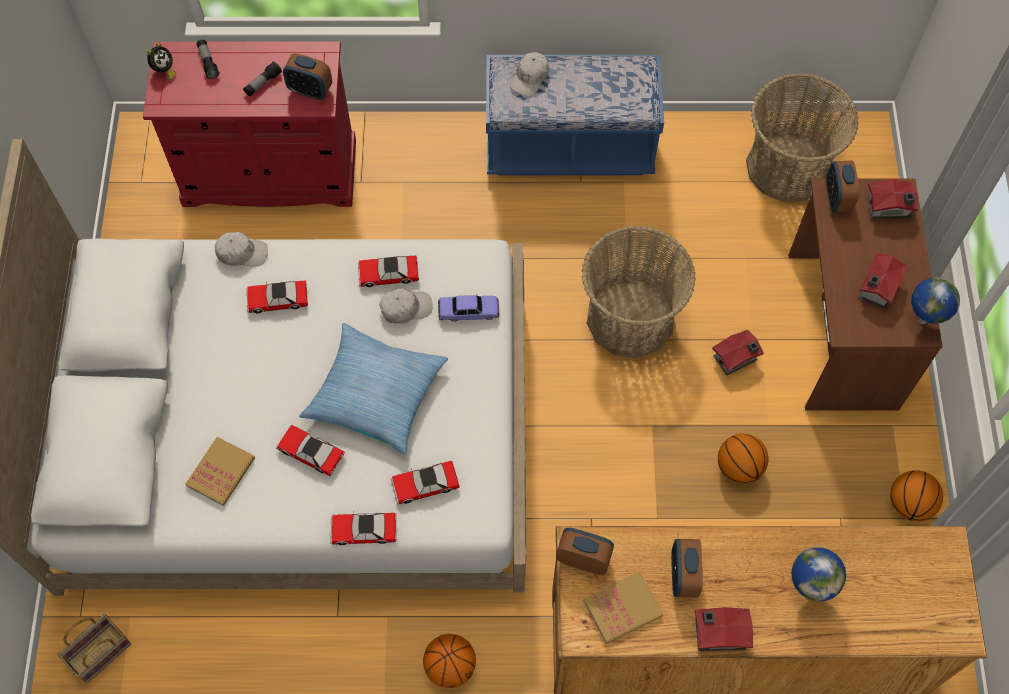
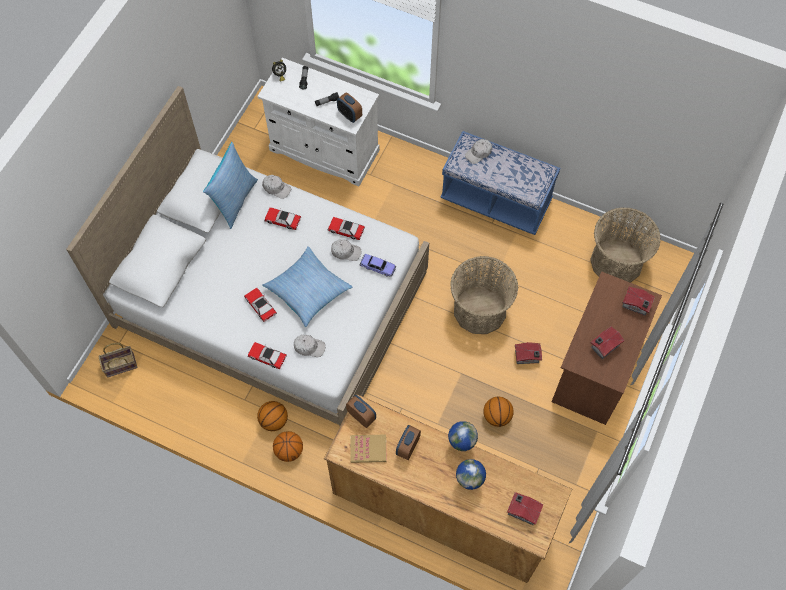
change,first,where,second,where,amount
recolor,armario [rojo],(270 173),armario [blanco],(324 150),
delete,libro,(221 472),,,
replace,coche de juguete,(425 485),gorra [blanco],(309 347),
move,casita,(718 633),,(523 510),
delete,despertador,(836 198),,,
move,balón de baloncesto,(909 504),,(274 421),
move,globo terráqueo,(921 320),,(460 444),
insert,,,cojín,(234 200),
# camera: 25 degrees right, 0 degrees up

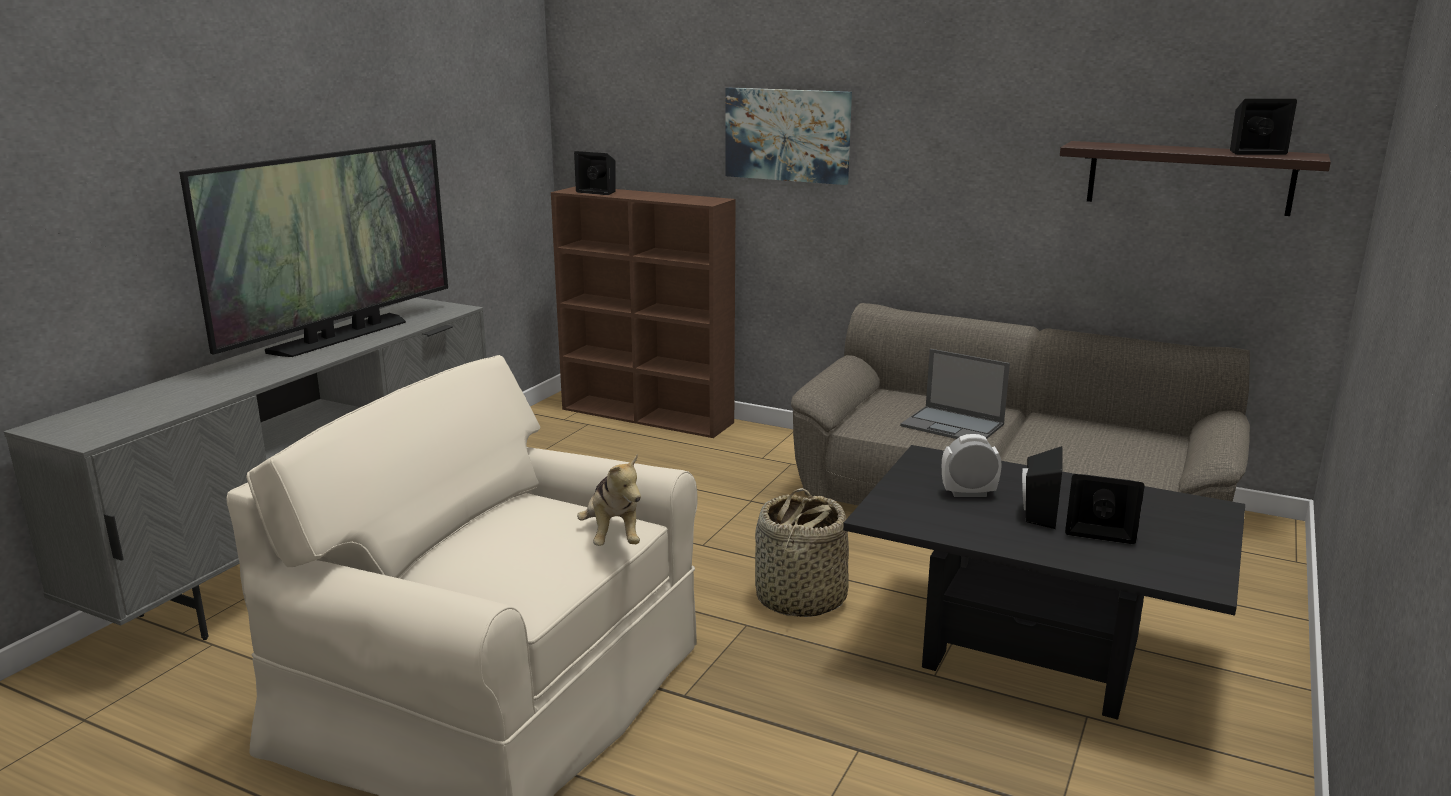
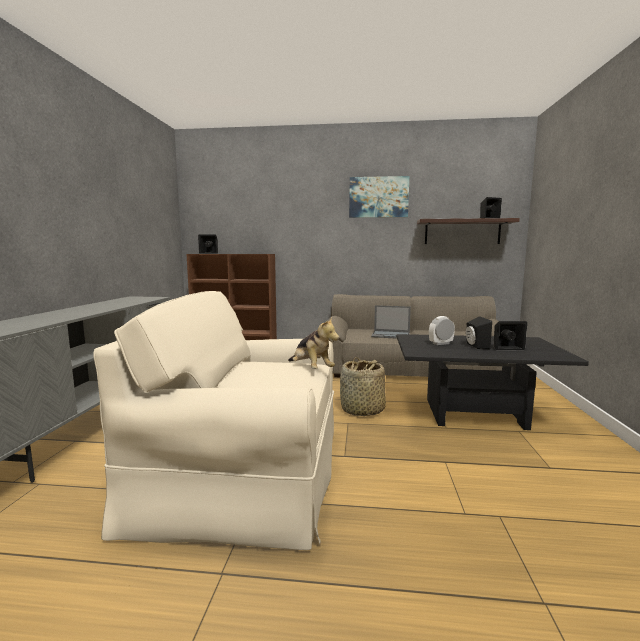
change,first,where,second,where,amount
delete,televisor,(341 336),,,
move,cuadro,(787 135),,(378 197),
# camera: 20 degrees left, 10 degrees down

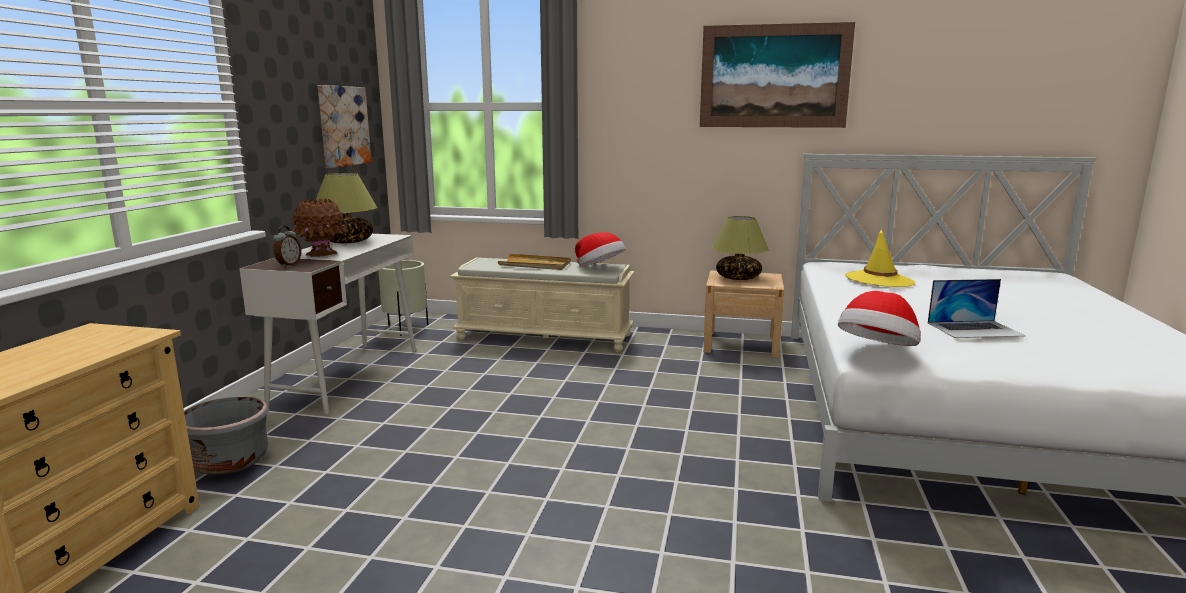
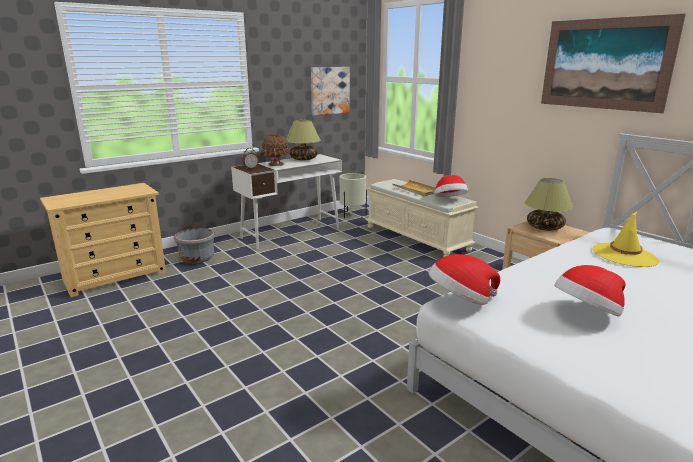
change,first,where,second,where,amount
replace,portátil,(975 329),sombrero,(587 313),
# camera: 40 degrees right, 5 degrees up

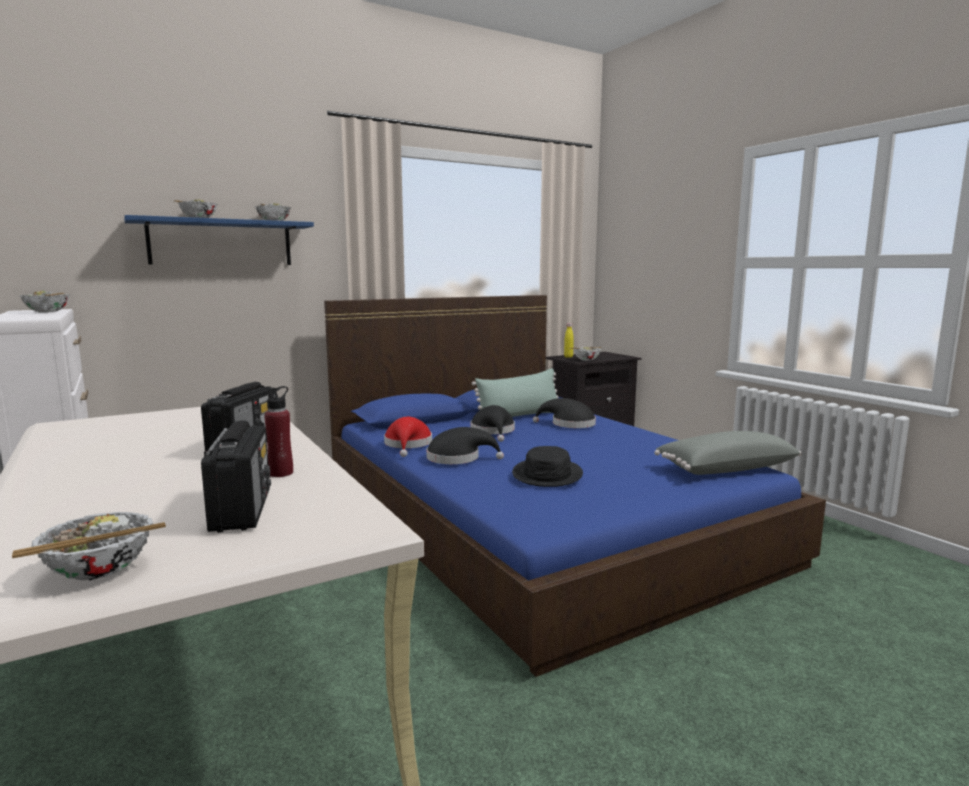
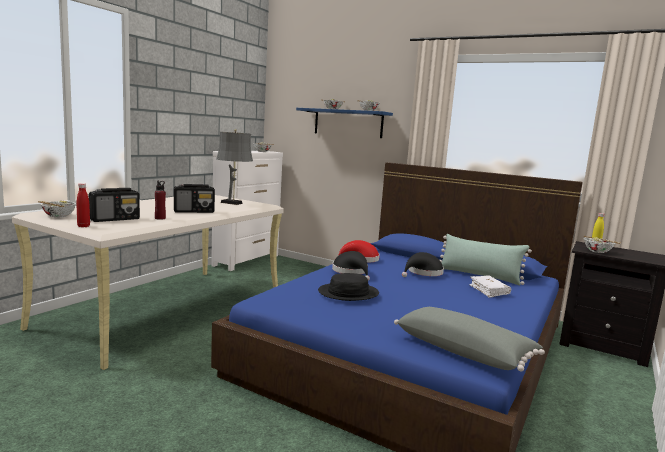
change,first,where,second,where,amount
replace,sombrero [negro],(569 424),libro [blanco],(489 291),
insert,,,botella [rojo],(83 226),
insert,,,lámpara de mesa [gris],(233 203),
# camera: 60 degrees right, 0 degrees up

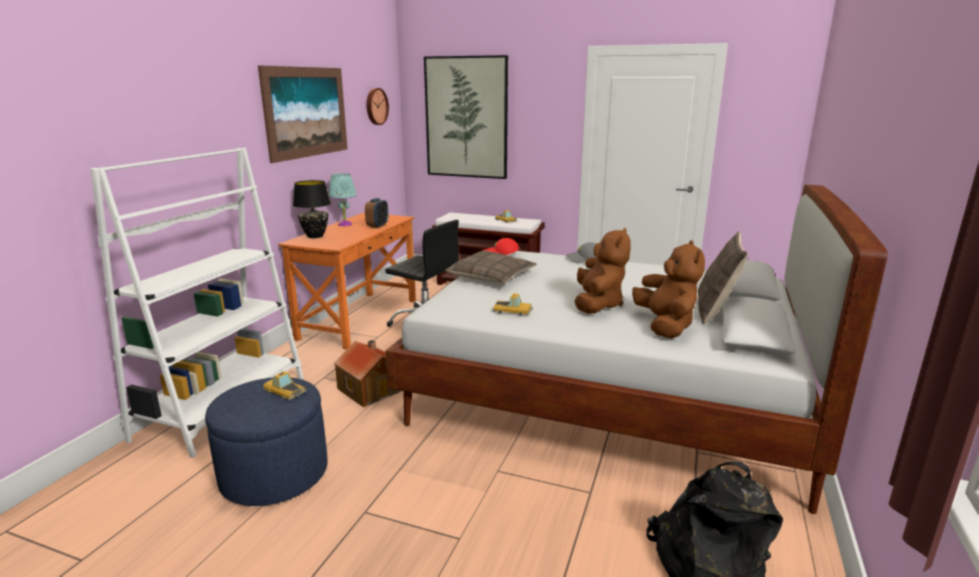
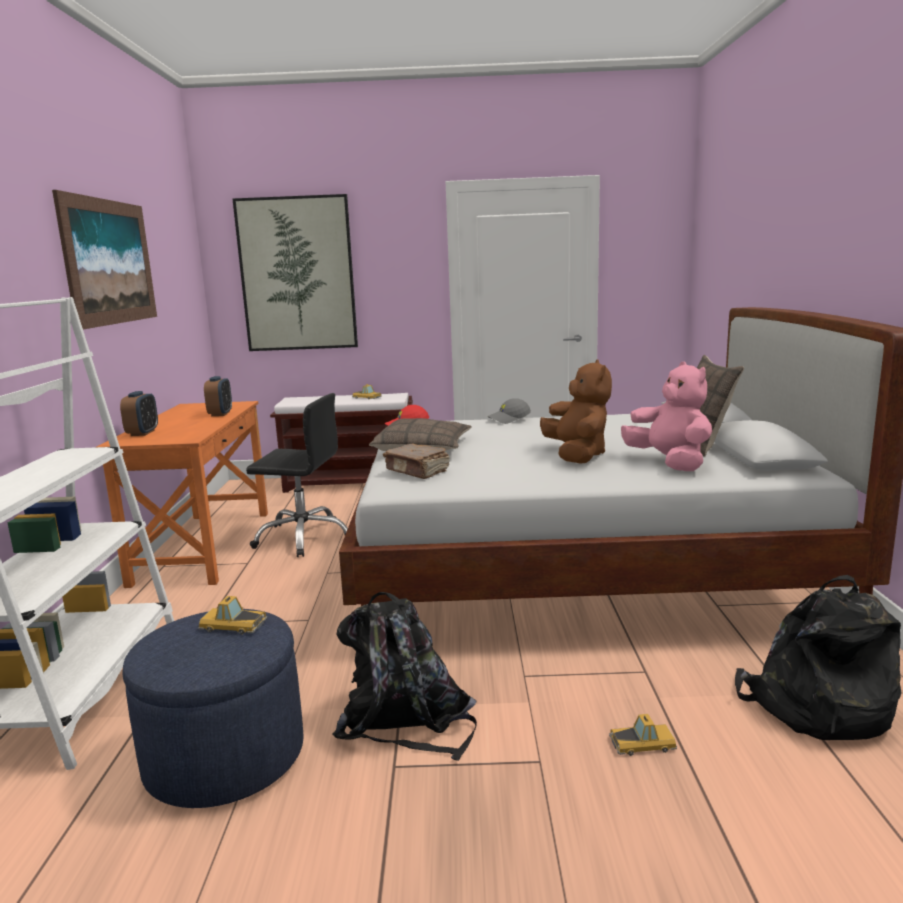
change,first,where,second,where,amount
replace,lámpara de mesa [negro],(315 236),despertador,(142 433),
delete,lámpara de mesa [turquesa],(344 224),,,
delete,casita,(371 388),,,
delete,reloj de pared,(375 106),,,
move,coche de juguete,(513 311),,(643 743),
recolor,peluche [marrón],(665 326),peluche [rosa],(669 463),
insert,,,mochila [negro],(406 720),
insert,,,libro [marrón],(417 471),
# camera: 20 degrees left, 5 degrees down

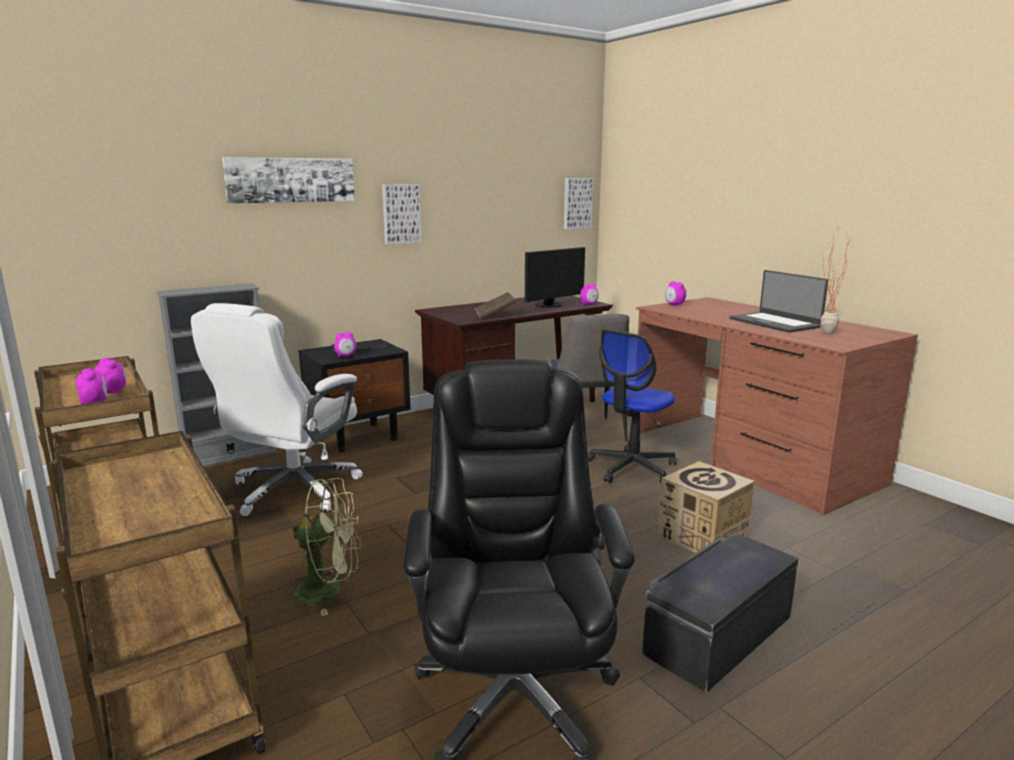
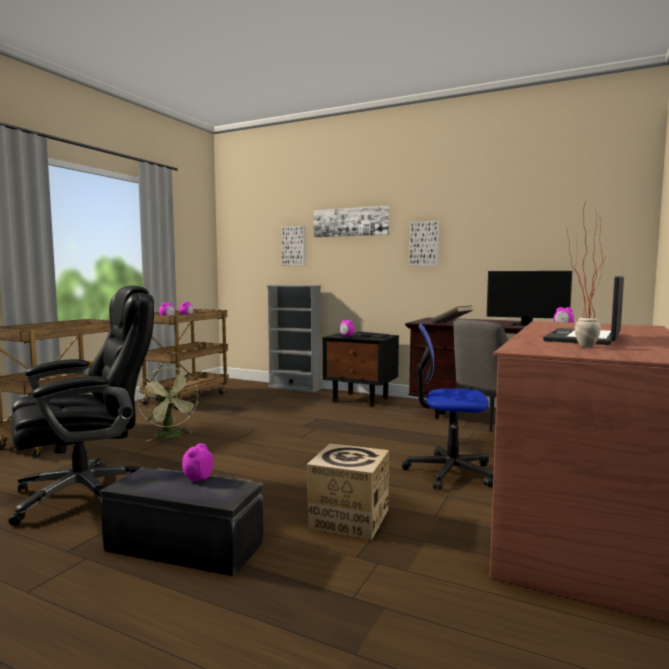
change,first,where,second,where,amount
delete,silla de oficina [blanco],(292 490),,,
move,cuadro,(576 203),,(294 246),
move,despertador,(674 305),,(197 479),
# camera: 60 degrees right, 10 degrees down

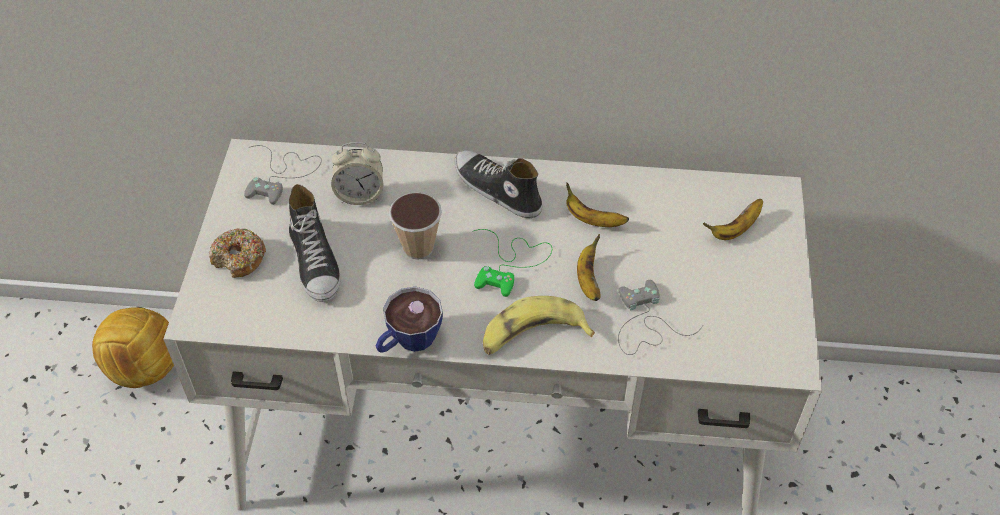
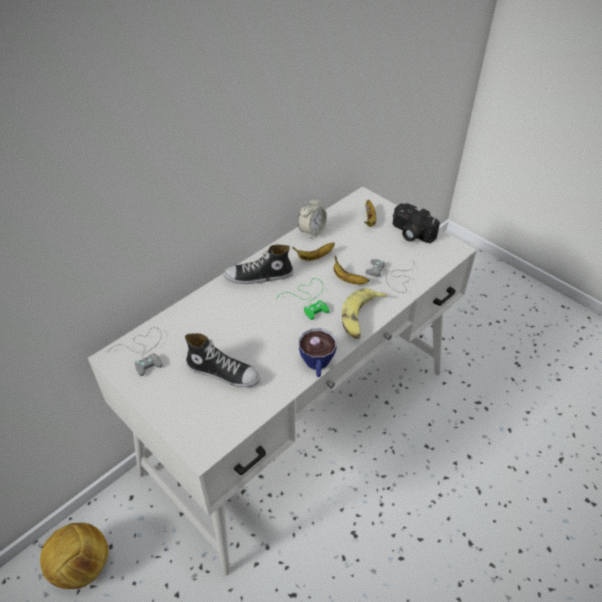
change,first,where,second,where,amount
delete,rosquilla,(239 259),,,
move,despertador,(360 195),,(312 231),
delete,taza,(418 248),,,
insert,,,cámara,(410 233),
# camera: 50 degrees left, 5 degrees down

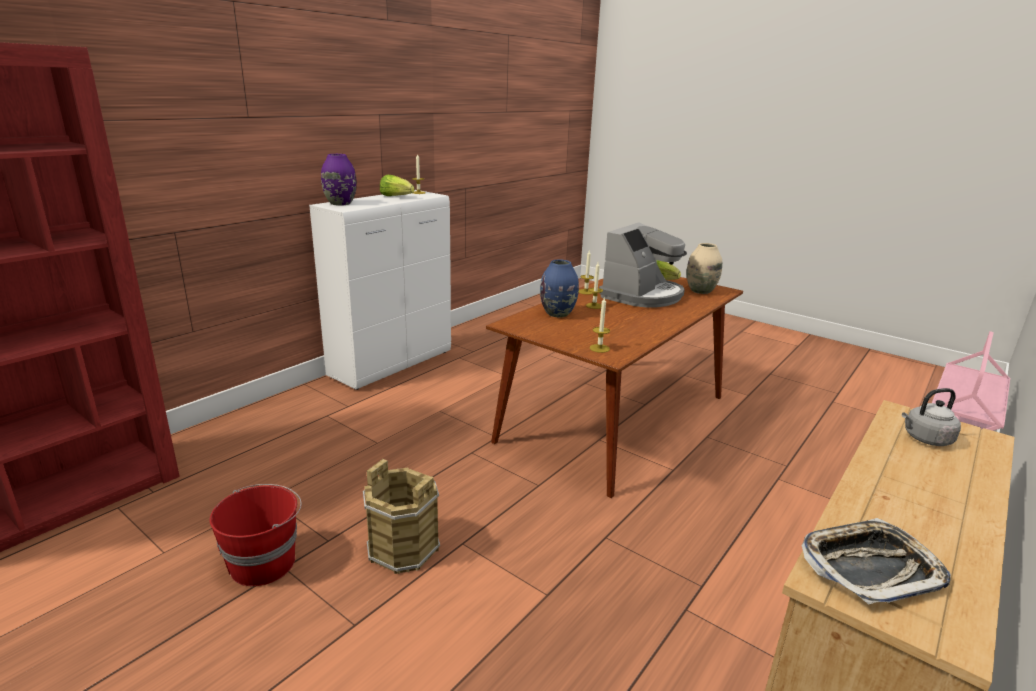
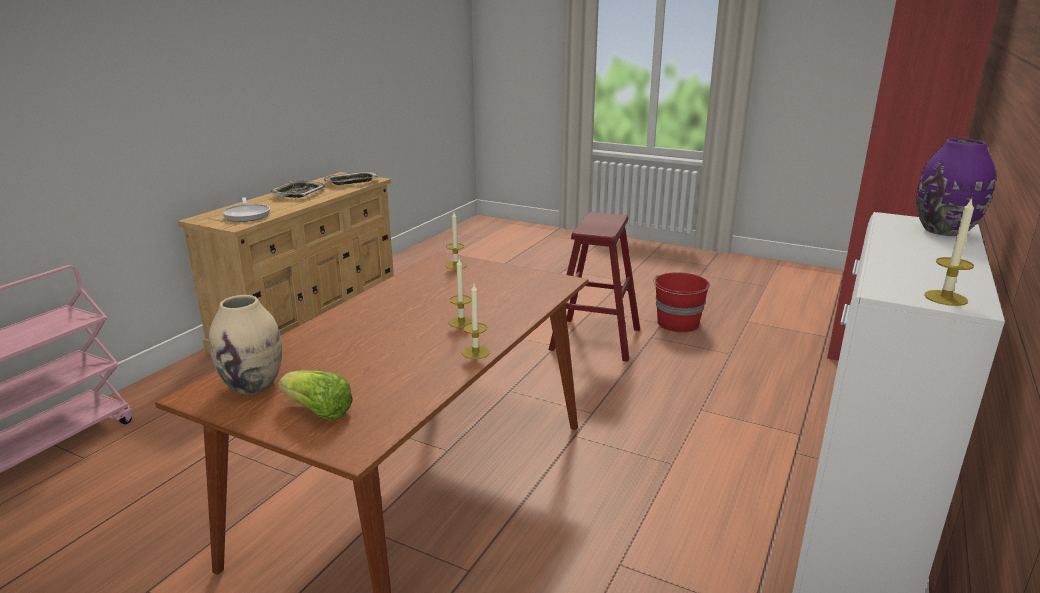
change,first,where,second,where,amount
replace,cubo [marrón],(403 548),taburete [rojo],(595 339),
delete,lechuga,(396 197),,,
delete,florero [azul],(558 313),,,
delete,cafetera,(642 295),,,
replace,hervidor [gris],(925 439),sartén,(247 215),
insert,,,bandeja,(298 193),
# camera: 170 degrees right, 0 degrees up

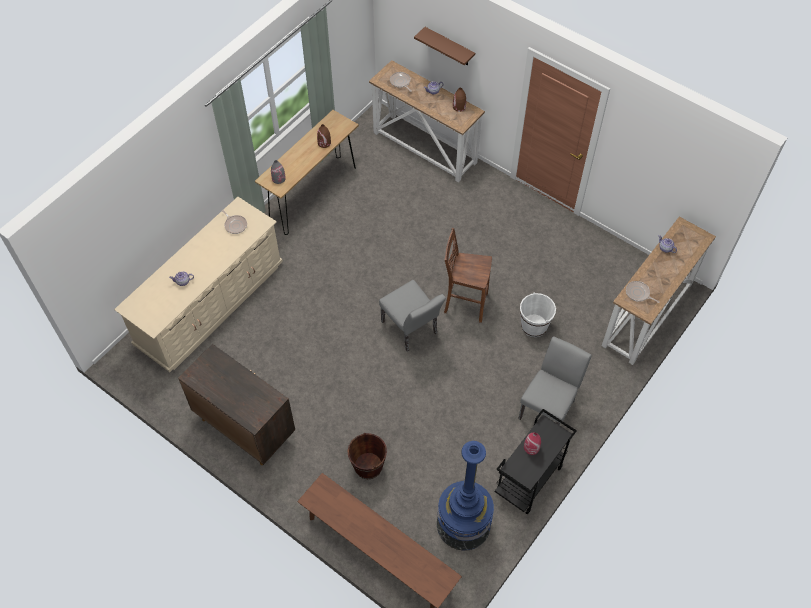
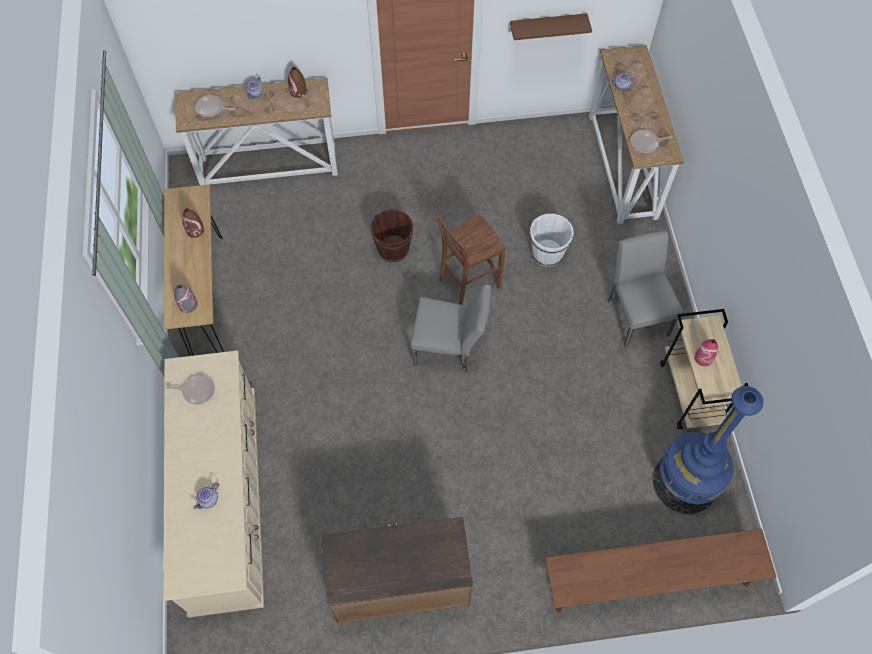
change,first,where,second,where,amount
move,cubo [marrón],(368 466),,(393 249),
move,estante [marrón],(449 47),,(547 26),
recolor,carrito [negro],(528 481),carrito [beis],(691 393),
# camera: 45 degrees left, 5 degrees up

